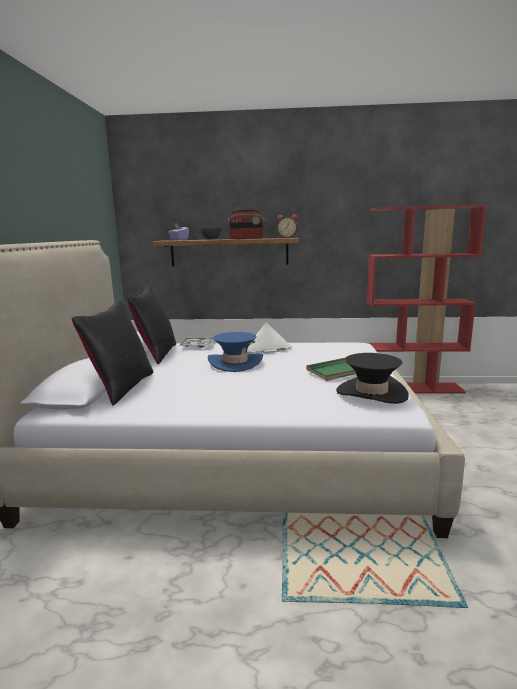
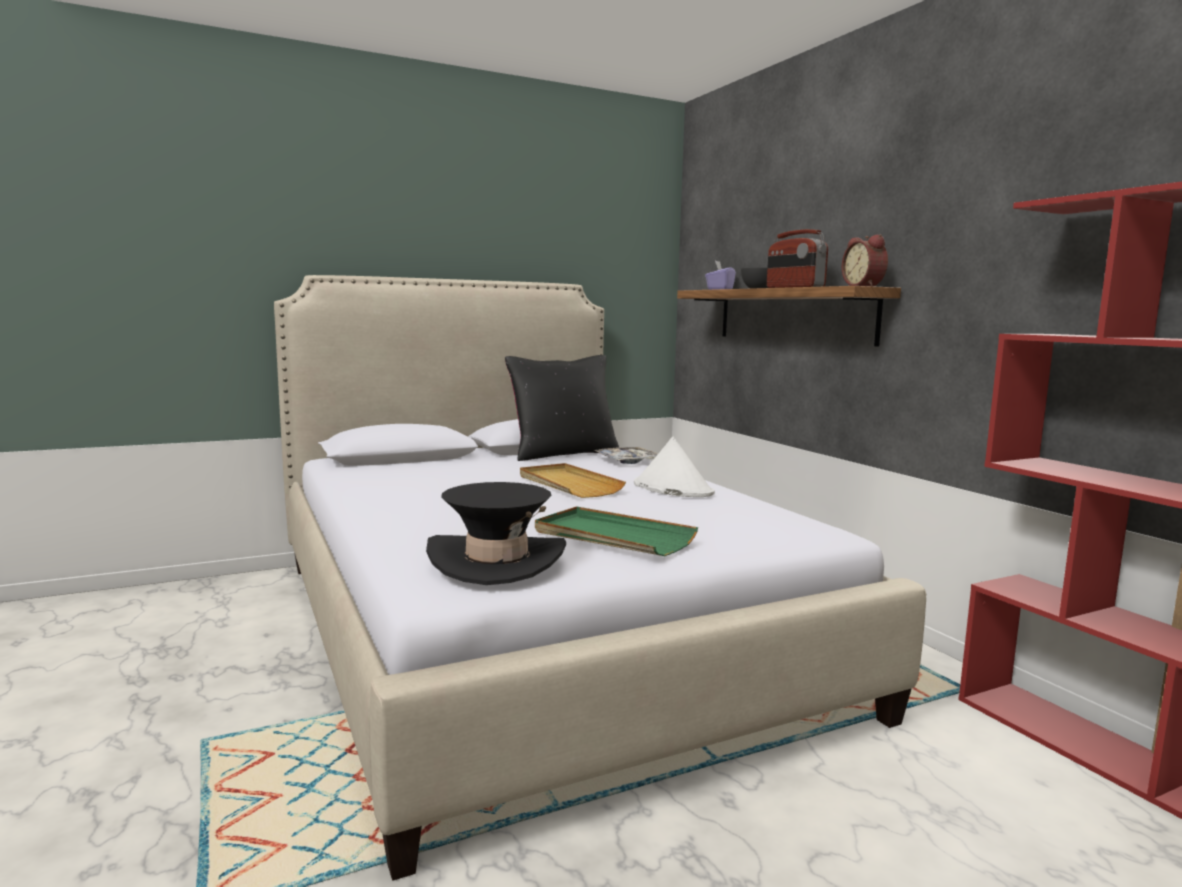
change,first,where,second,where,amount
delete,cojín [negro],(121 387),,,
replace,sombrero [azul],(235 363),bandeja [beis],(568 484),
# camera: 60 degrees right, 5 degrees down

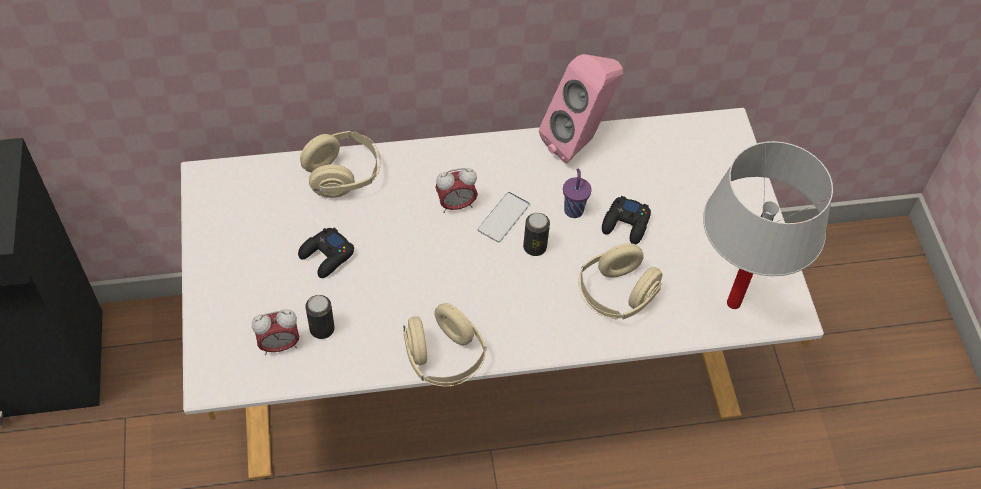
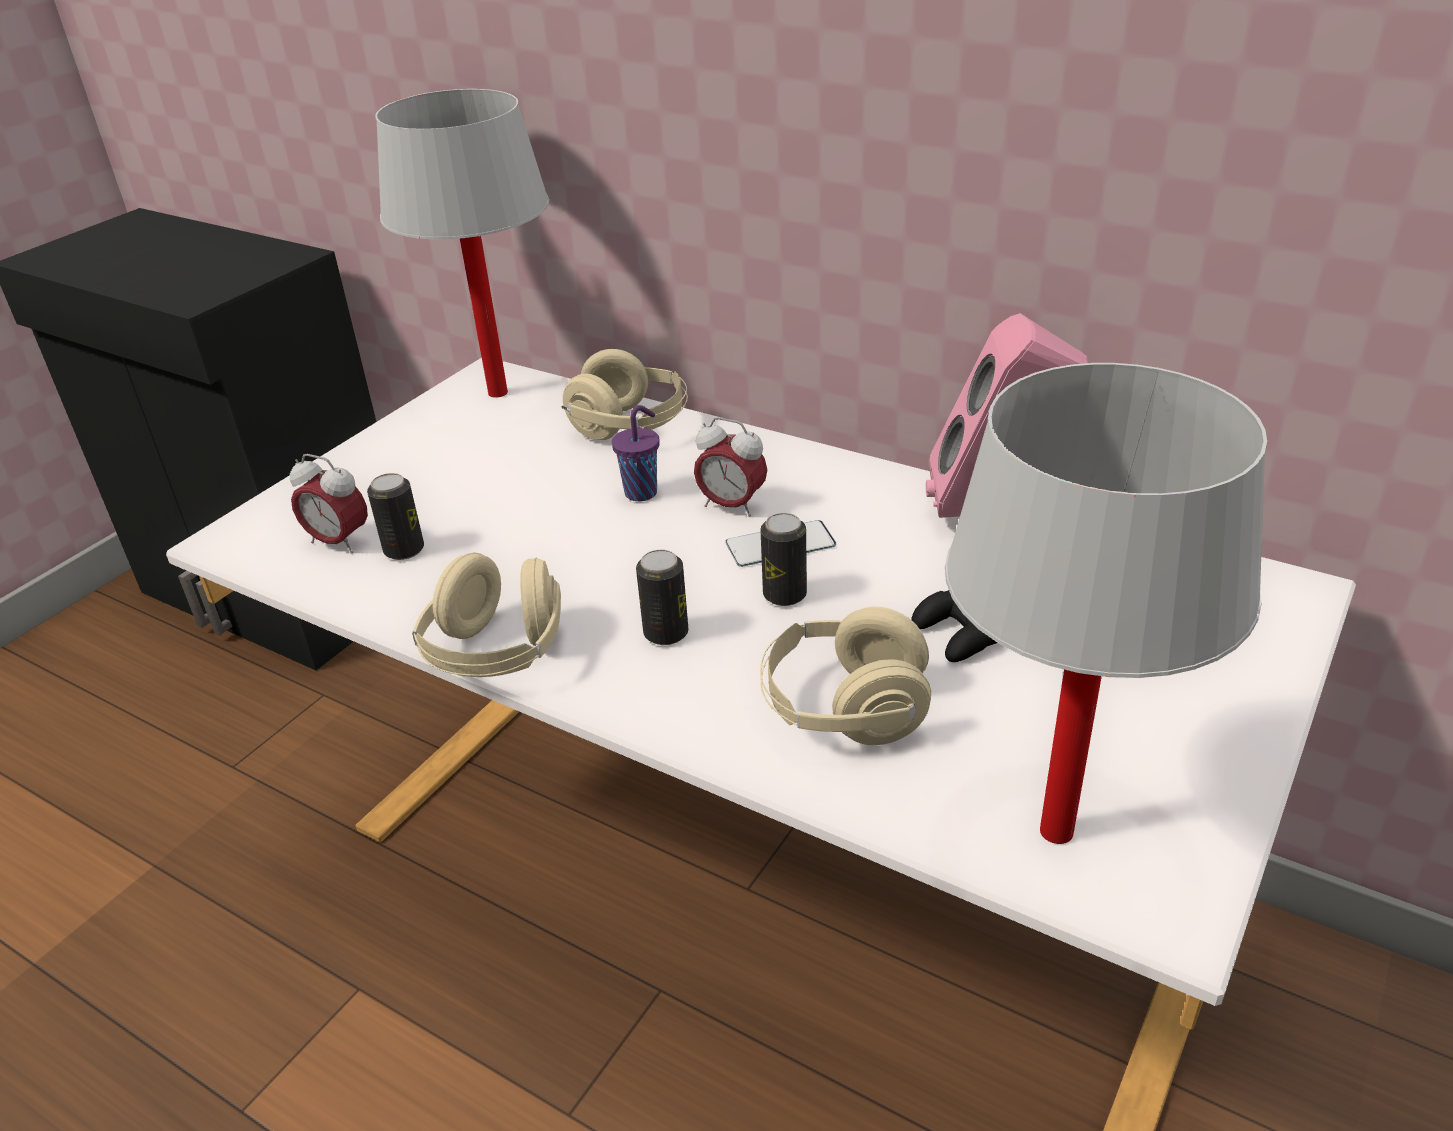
change,first,where,second,where,amount
delete,mando de consola [negro],(326 256),,,
move,taza [morado],(573 209),,(642 492),
insert,,,lámpara de mesa [blanco],(498 393),
insert,,,lata,(666 633),
# camera: 45 degrees right, 20 degrees down

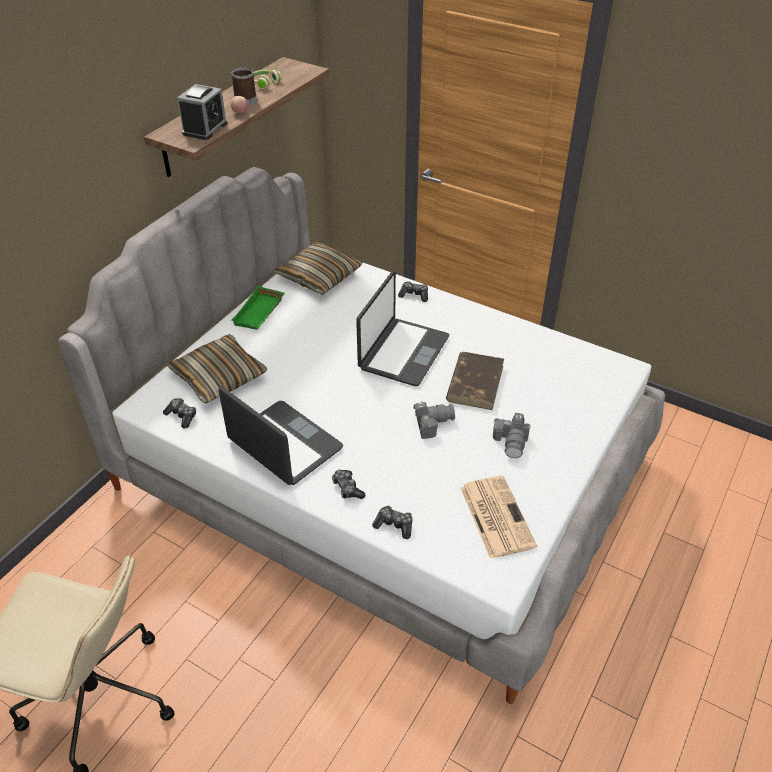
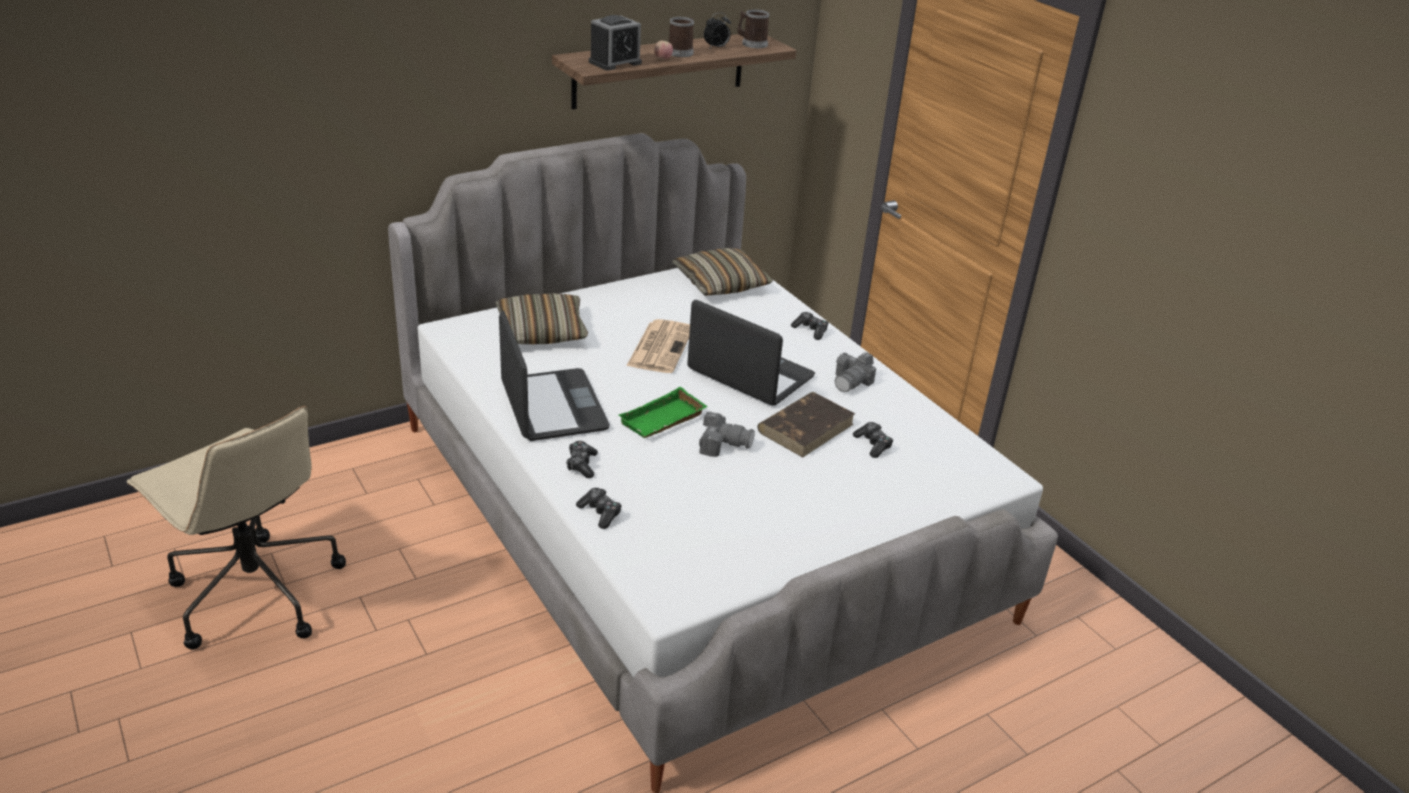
change,first,where,second,where,amount
move,mando de consola,(182 416),,(873 445),
move,bandeja [verde],(260 313),,(663 421),
replace,auriculares [beis],(268 85),despertador,(716 48),
rotate,portátil,(403 352),,(749 374),105 degrees counterclockwise
move,periódico,(495 516),,(660 346),
move,cámara,(511 442),,(852 382),
insert,,,taza grande,(752 44),
# camera: 25 degrees right, 10 degrees down

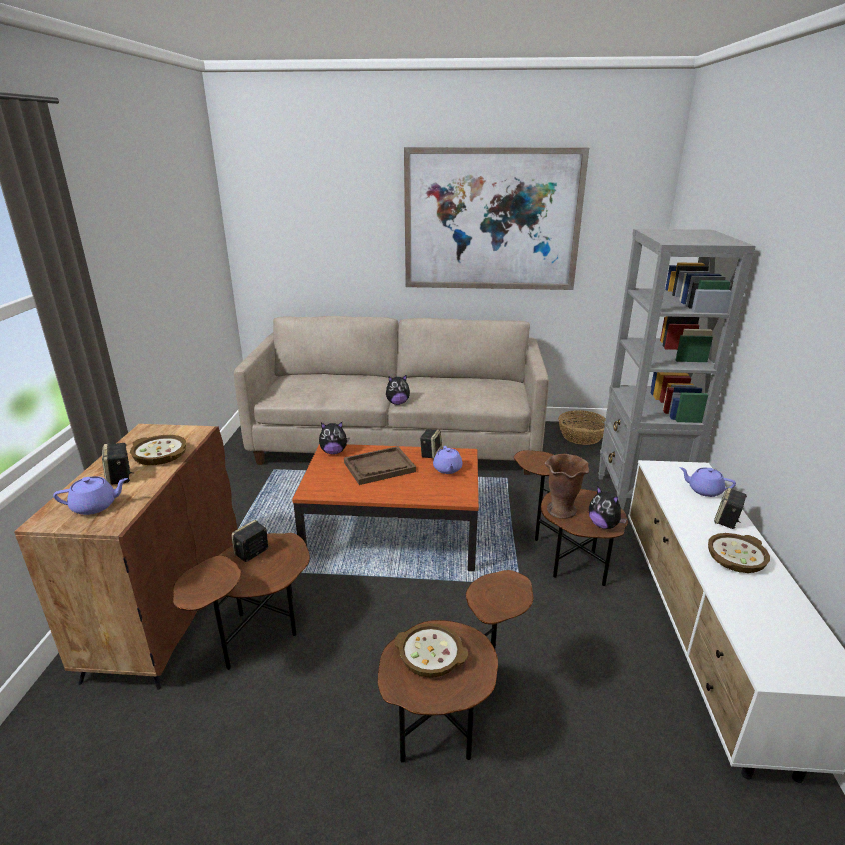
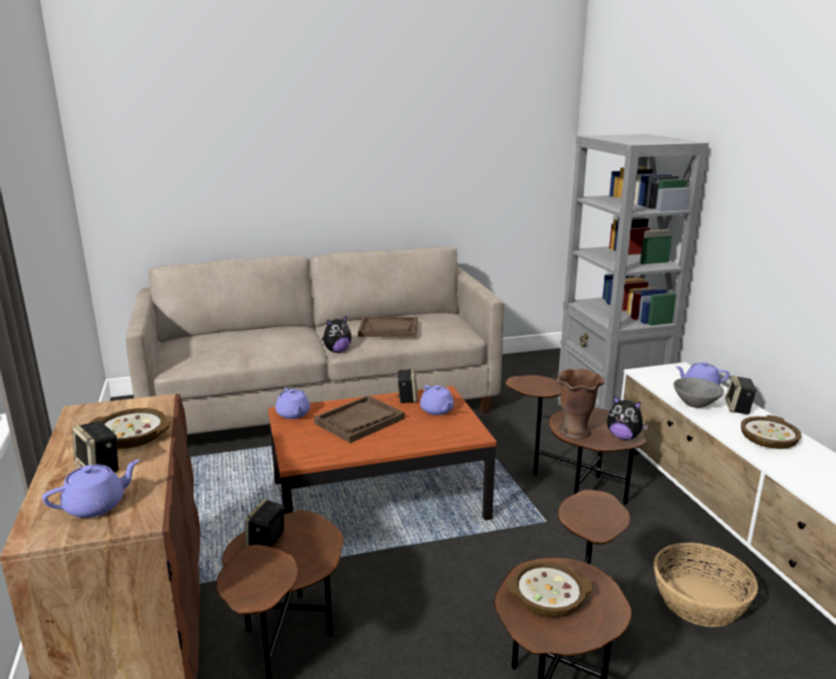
change,first,where,second,where,amount
replace,peluche,(334 452),tetera [morado],(293 414),
delete,cuadro,(491 220),,,
move,cesta,(581 436),,(700 601),
insert,,,bandeja [marrón],(389 329),
insert,,,cuenco [gris],(696 404),
# camera: 20 degrees left, 5 degrees down

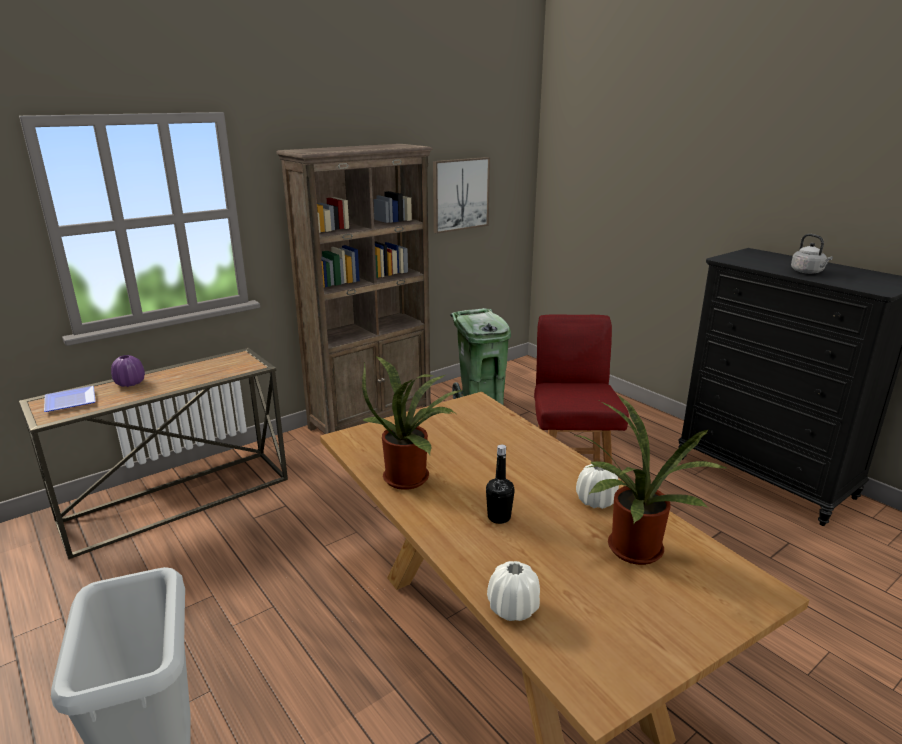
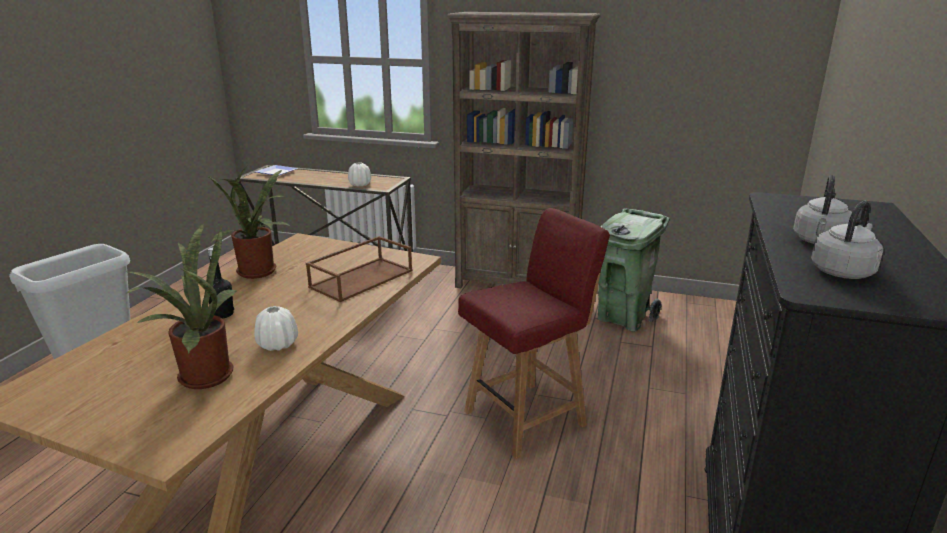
change,first,where,second,where,amount
delete,florero [morado],(130 383),,,
delete,cuadro,(460 194),,,
move,florero [blanco],(513 608),,(360 184),
insert,,,bandeja [marrón],(362 278),
insert,,,hervidor [gris],(843 271),
# camera: 55 degrees right, 0 degrees up

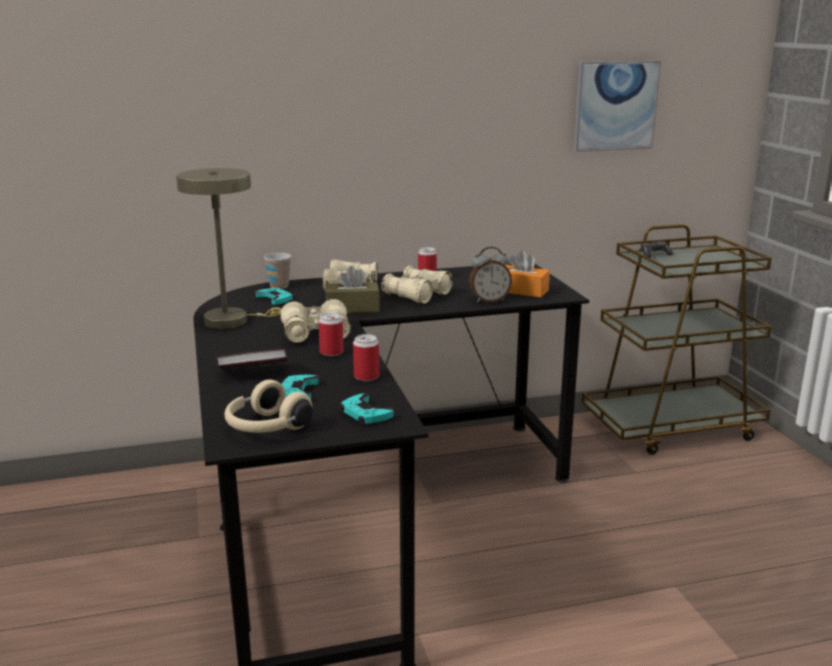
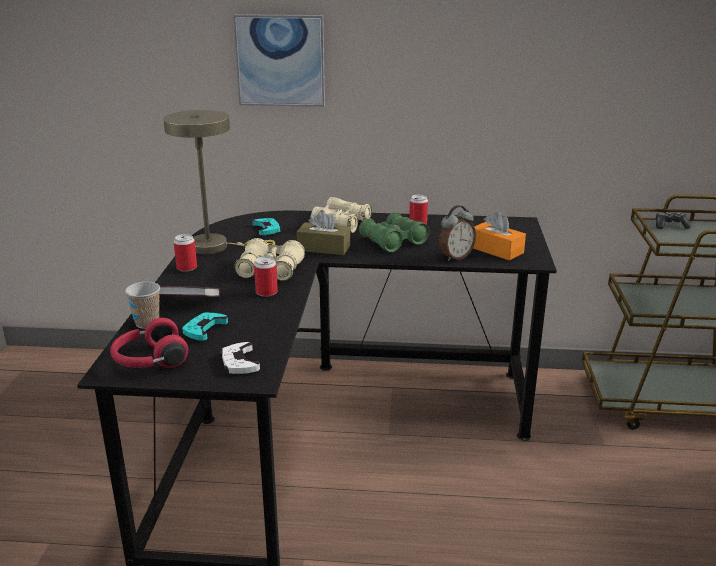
change,first,where,second,where,amount
recolor,auriculares [beis],(266 427),auriculares [rojo],(149 360),
move,taza,(279 286),,(147 323),
recolor,mando de consola [turquesa],(365 414),mando de consola [blanco],(239 363),
move,lata,(366 377),,(187 268),
recolor,prismáticos [beis],(417 295),prismáticos [verde],(393 241),
rotate,despertador,(489 300),,(455 257),45 degrees counterclockwise
move,cuadro,(615 105),,(280 60),
# camera: 20 degrees right, 5 degrees up

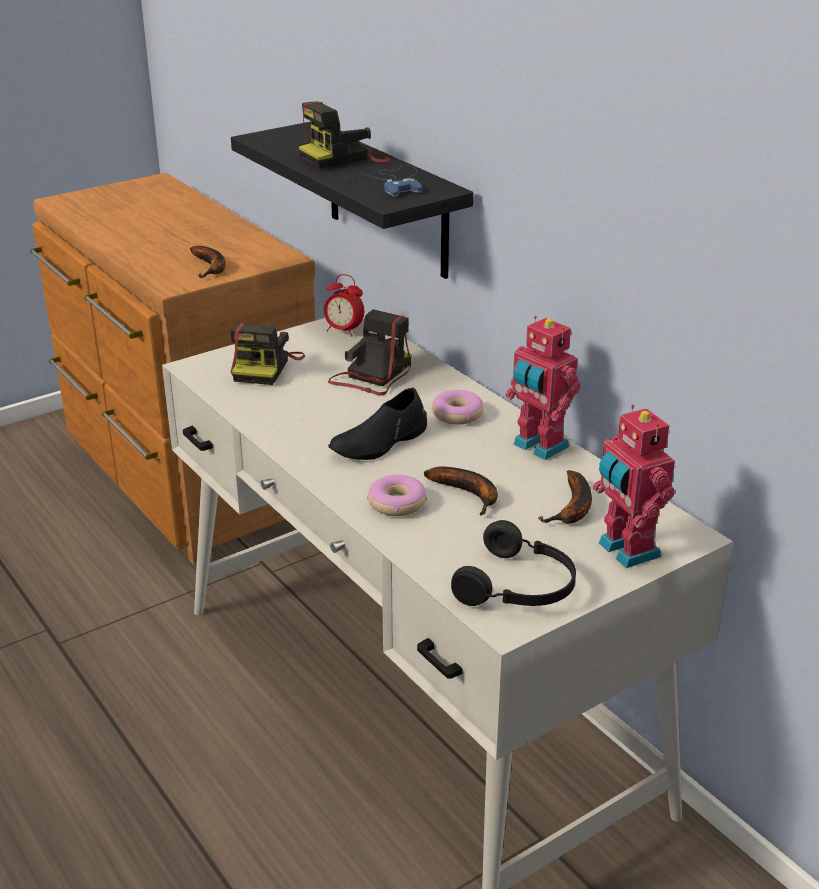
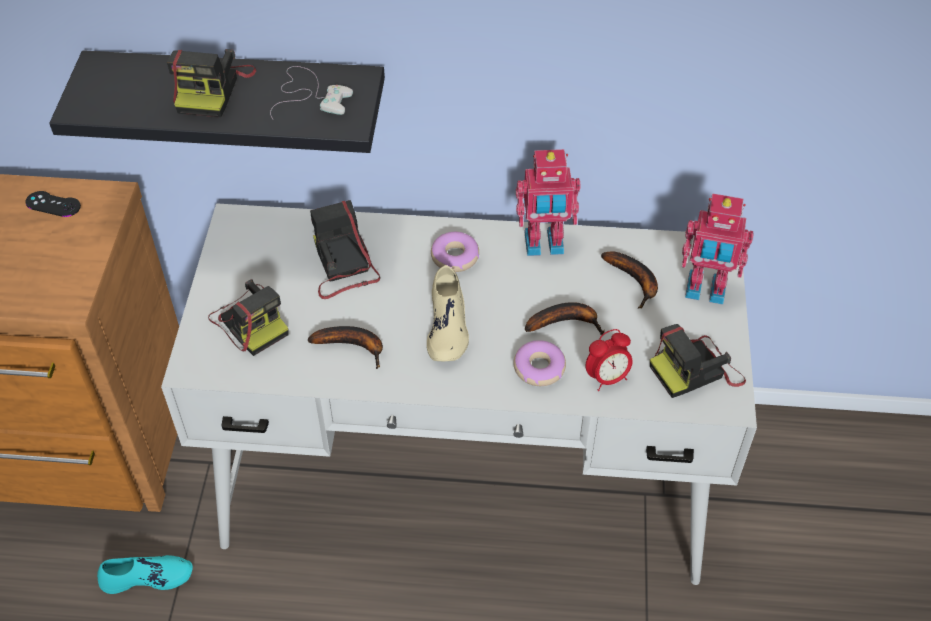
change,first,where,second,where,amount
move,plátano,(211 267),,(354 346),
move,despertador,(344 331),,(607 378),
recolor,zapato [negro],(379 443),zapato [beis],(447 326),
recolor,mando de consola [azul],(394 182),mando de consola [blanco],(309 95),
replace,auriculares [negro],(519 587),cámara,(696 370),
insert,,,mando de consola [negro],(53 204),
insert,,,zapato [turquesa],(147 577),
# camera: 50 degrees left, 20 degrees up

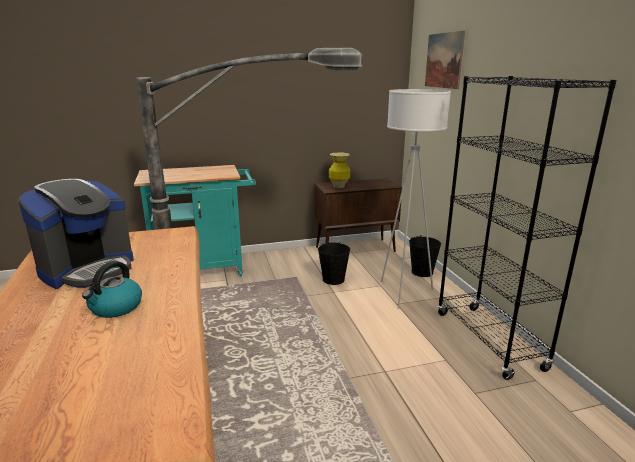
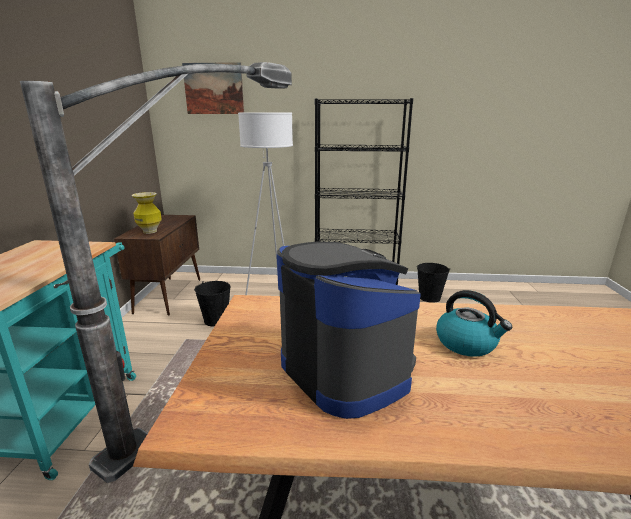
change,first,where,second,where,amount
move,cubo [negro],(422 272),,(429 297),
# camera: 70 degrees left, 0 degrees up

